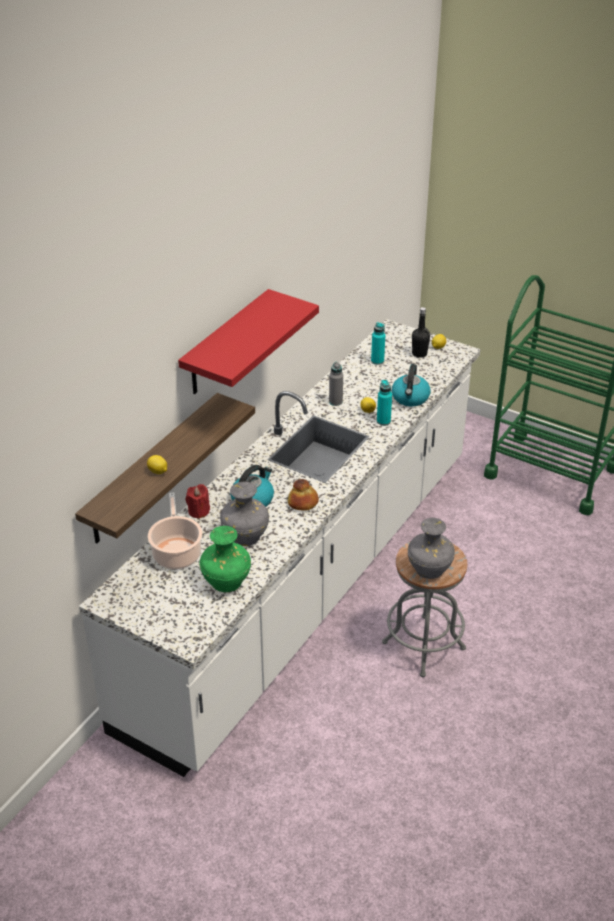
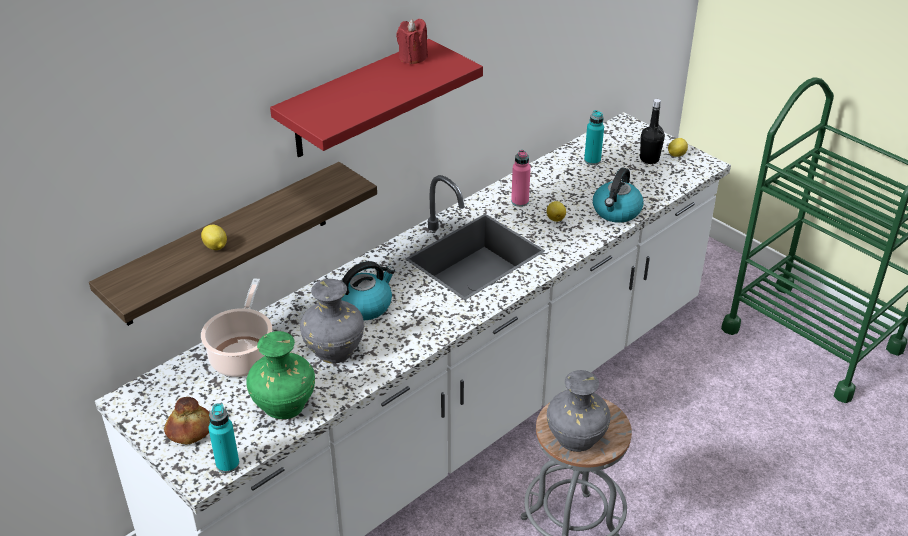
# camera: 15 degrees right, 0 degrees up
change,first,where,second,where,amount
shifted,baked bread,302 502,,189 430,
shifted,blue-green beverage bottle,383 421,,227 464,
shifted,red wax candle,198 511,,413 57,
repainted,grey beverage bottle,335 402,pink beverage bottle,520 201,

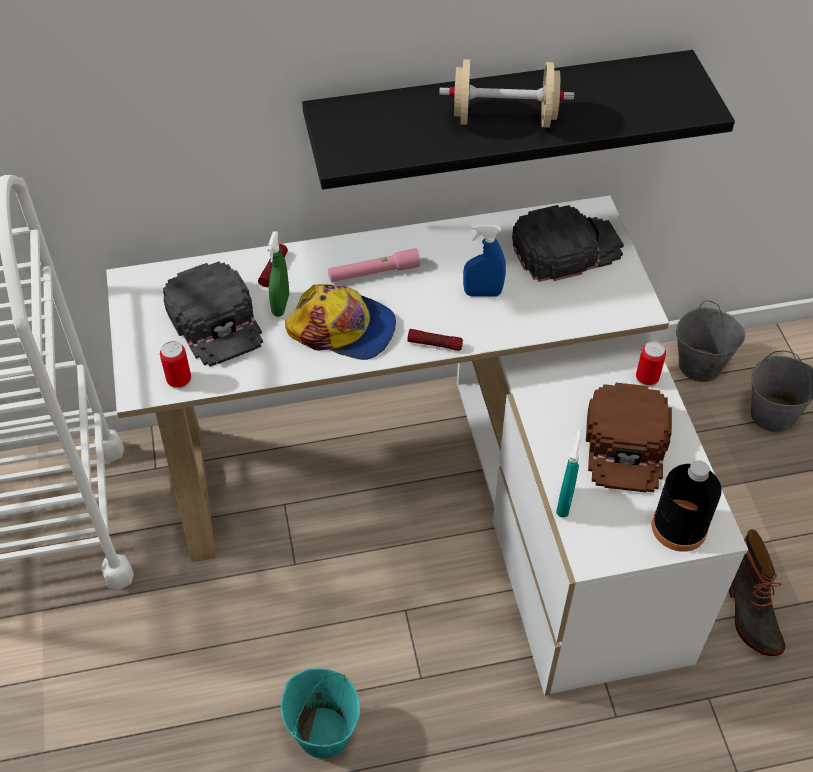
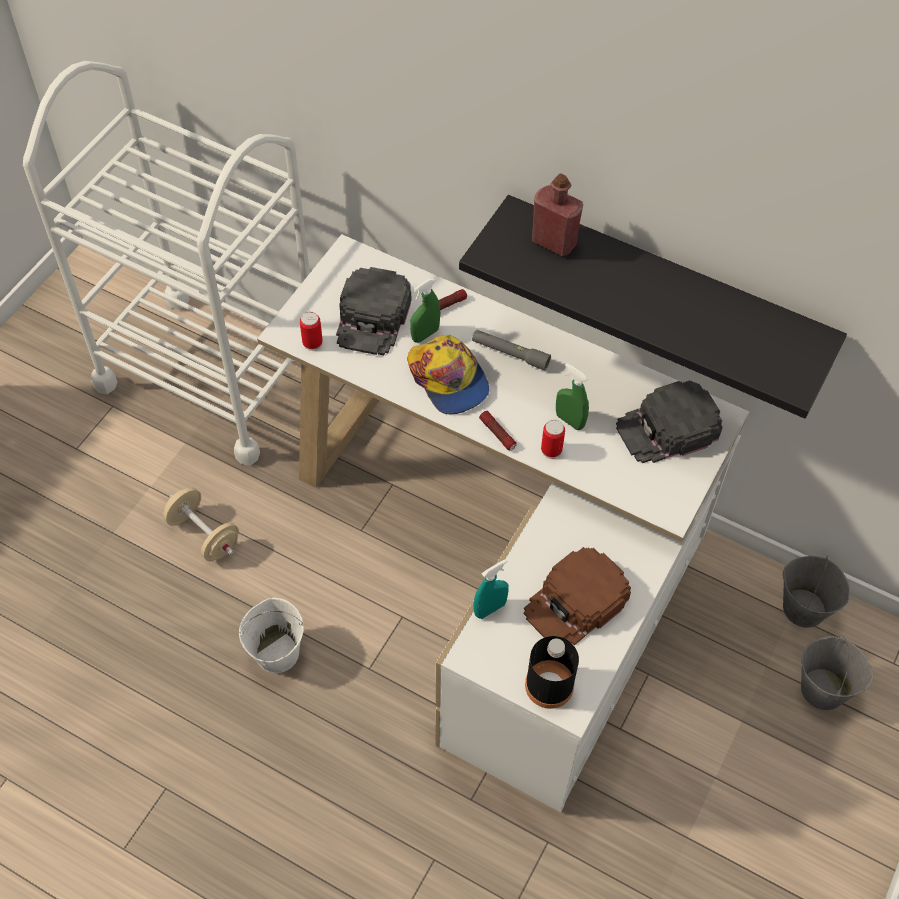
# camera: 40 degrees right, 5 degrees up
change,first,where,second,where,amount
shifted,beige-coloured hand weight,504 118,,204 535,
repainted,blue-green bucket,323 732,white bucket,277 652,
repainted,pink torch,373 272,grey torch,510 353,
new,,,red beverage bottle,554 242,
shifted,sealed can,647 378,,551 450,
repainted,blue hand sprayer,482 293,green-coloured hand sprayer,569 420,
rotated,blackish cap,566 248,,667 429,135 degrees clockwise
gone,high-top boot,749 611,,,

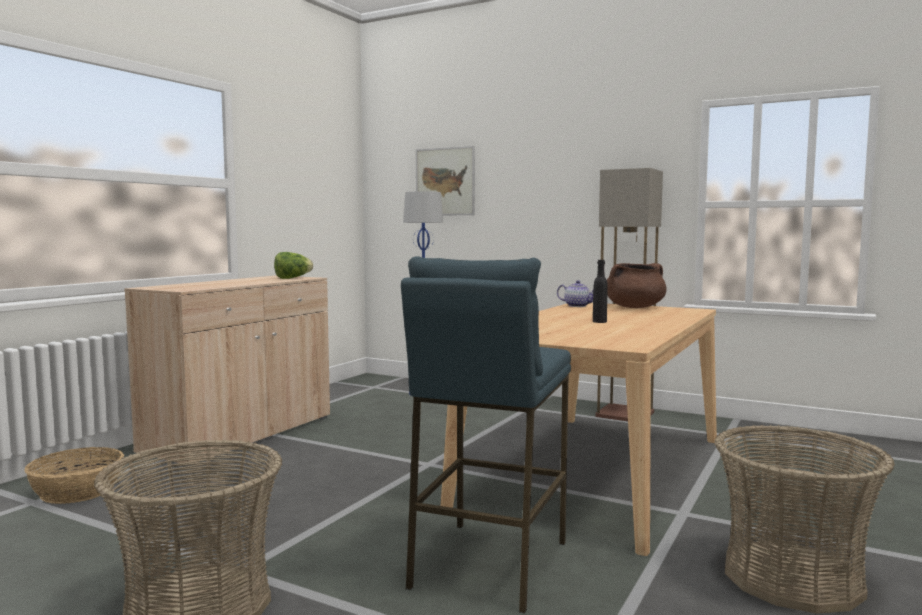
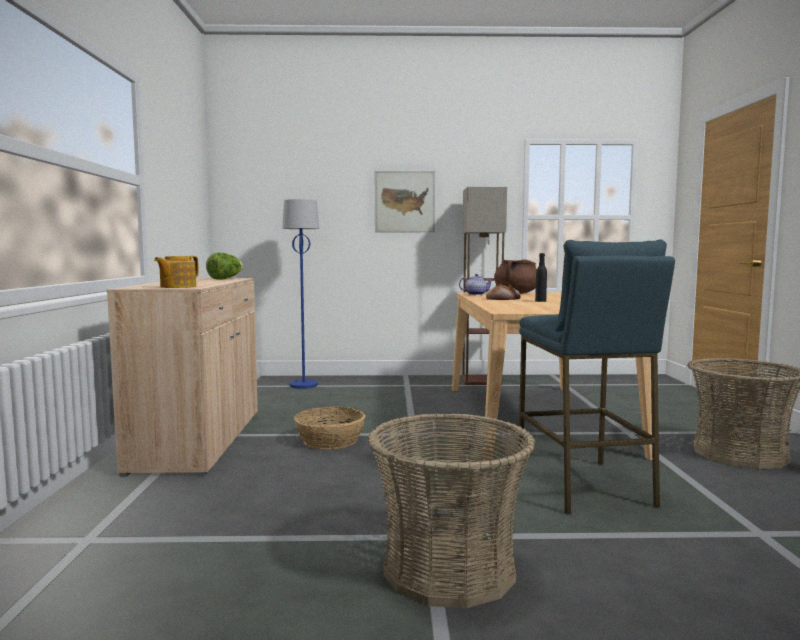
# camera: 30 degrees left, 0 degrees up
change,first,where,second,where,amount
new,,,pot for tea,177 287,
shifted,storage basket,77 491,,329 441,
shifted,wall art,445 181,,404 201,
new,,,baked bread,503 299,

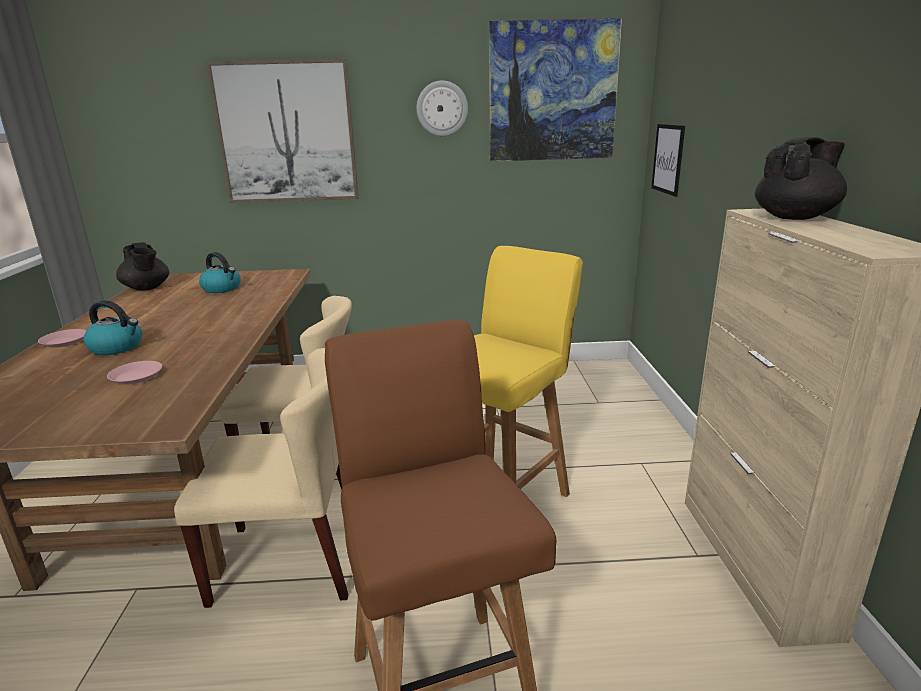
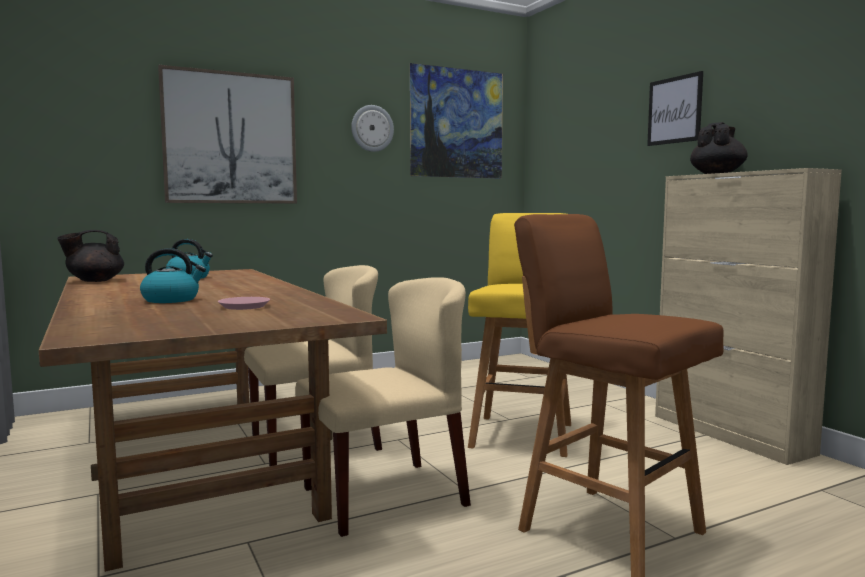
# camera: 25 degrees left, 15 degrees down
change,first,where,second,where,amount
rotated,blackish pot for tea,147 288,,94 281,120 degrees clockwise
shifted,wall art,668 159,,674 110,
gone,pink plate,64 341,,,

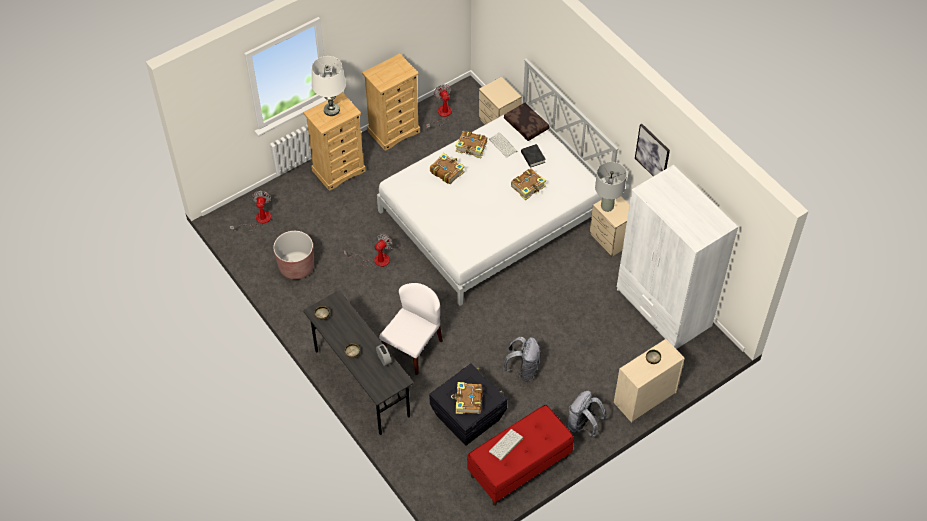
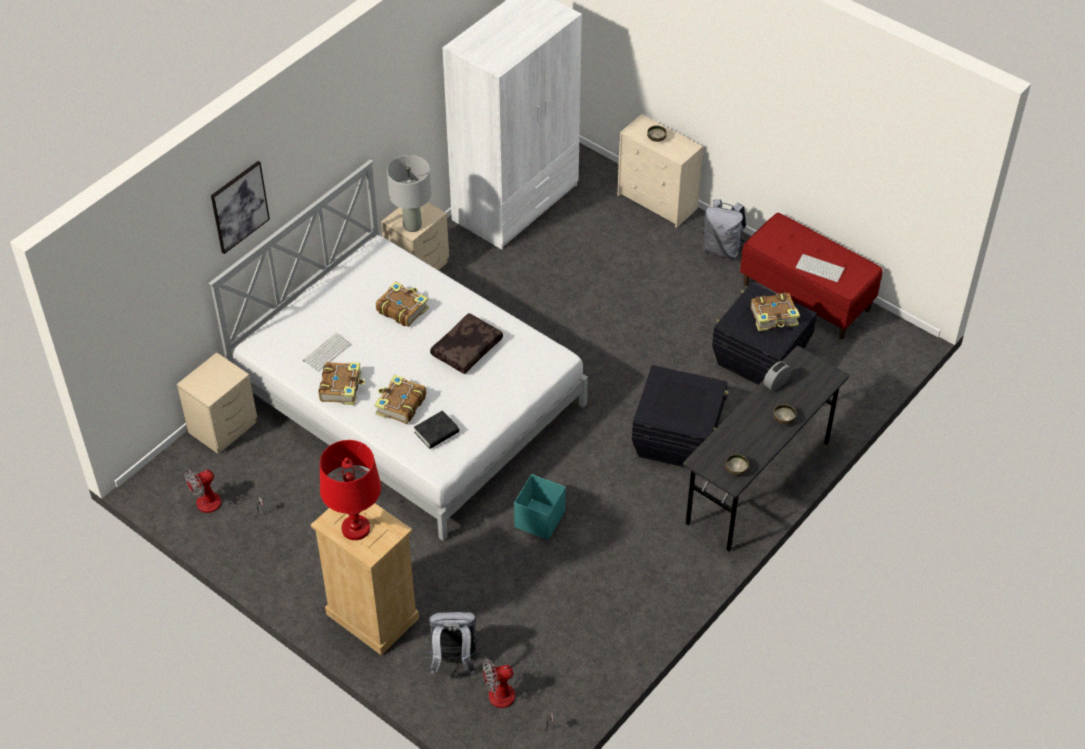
# camera: 105 degrees left, 5 degrees down
change,first,where,second,where,amount
shifted,wall art,652 153,,239 206,
repainted,white table lamp,331 110,red table lamp,355 528,
shifted,blackish bound book,533 157,,436 432,
shifted,grey backpack,523 370,,454 661,
shifted,brown-coloured throw pillow,527 125,,466 348,
swapped,fan,375 260,blue-green storage bin,539 520,
swapped,white upright chair,413 348,blackish storage bin,678 439,
gone,brown-coloured flower pot,296 267,,,
gone,beige-coloured chest of drawers,394 131,,,

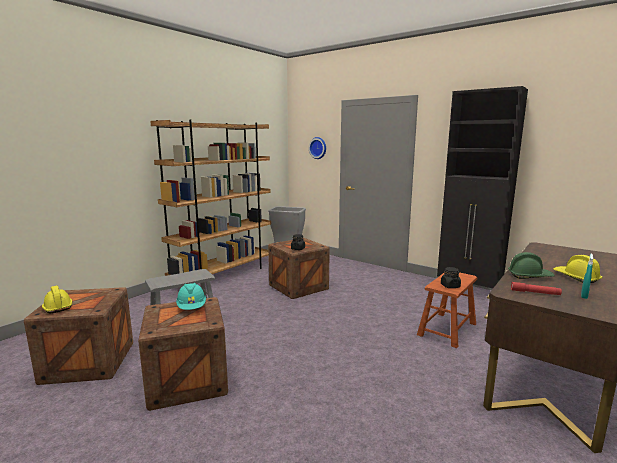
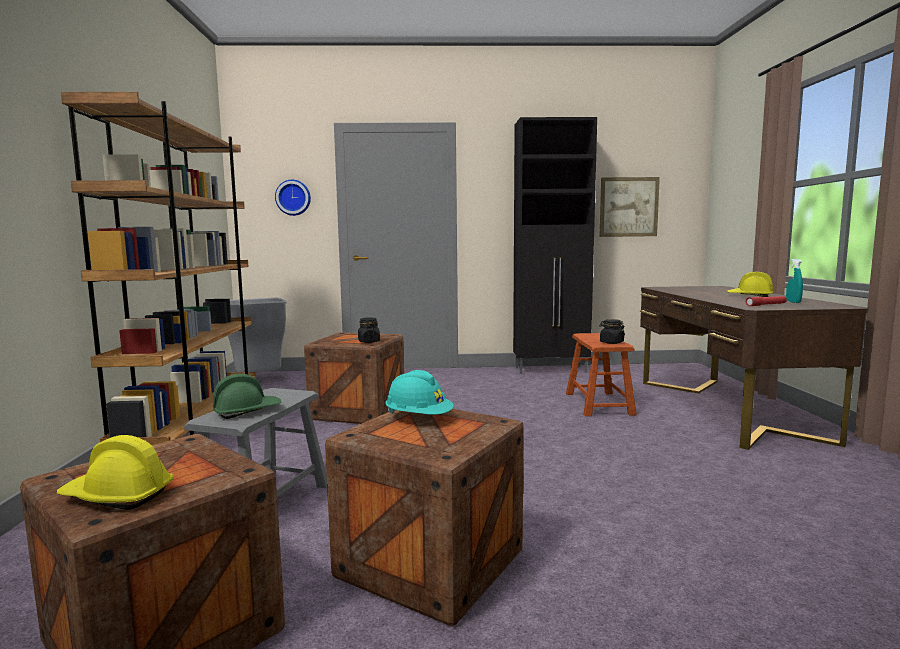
# camera: 40 degrees left, 5 degrees down
change,first,where,second,where,amount
shifted,green-coloured hard hat,529 276,,247 411,
new,,,wall art,628 207,

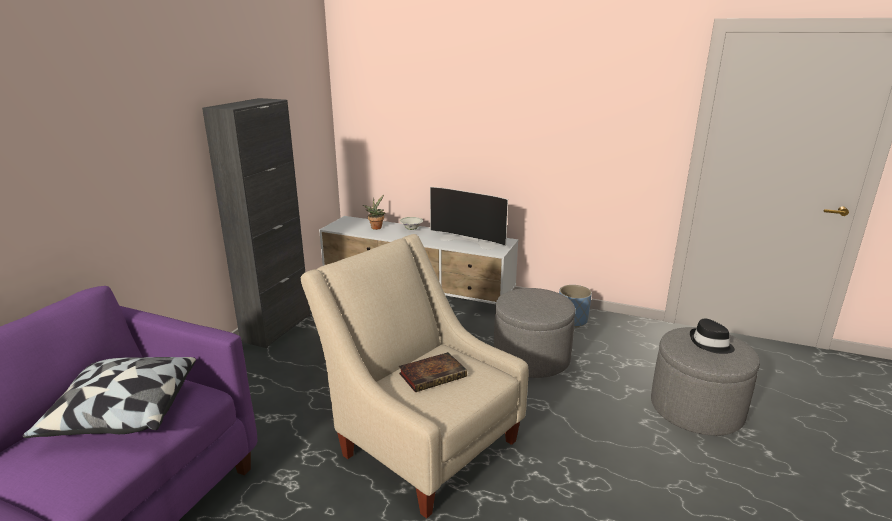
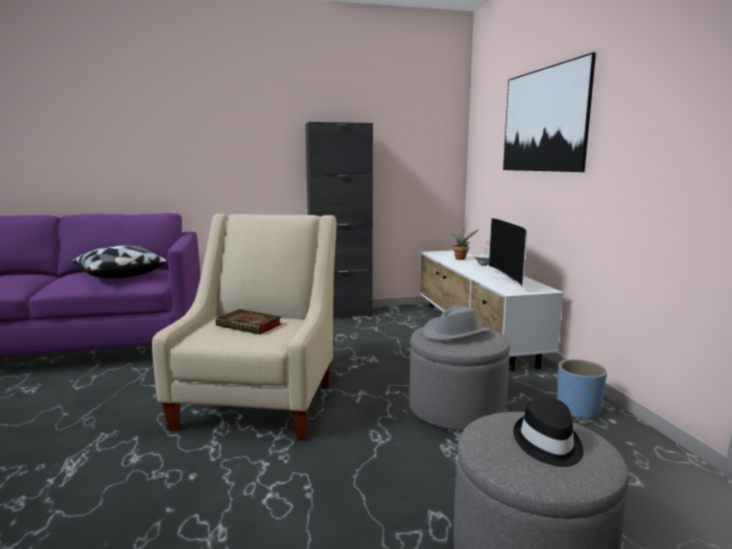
# camera: 55 degrees right, 10 degrees down
change,first,where,second,where,amount
new,,,grey hat,455 333,
new,,,wall art,543 120,

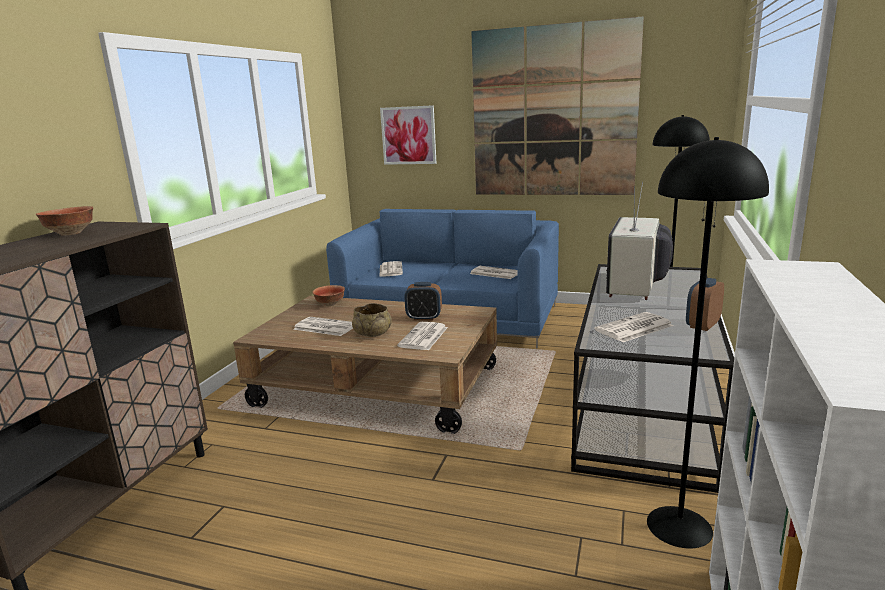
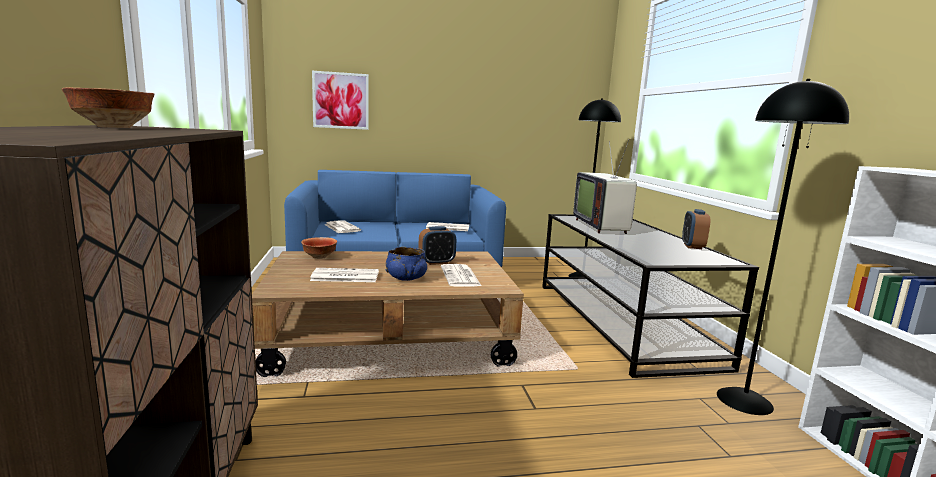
# camera: 30 degrees left, 5 degrees down
change,first,where,second,where,amount
repainted,beige-coloured serving bowl,373 334,blue serving bowl,406 278,
gone,wall art,553 112,,,
gone,printed paper,633 328,,,

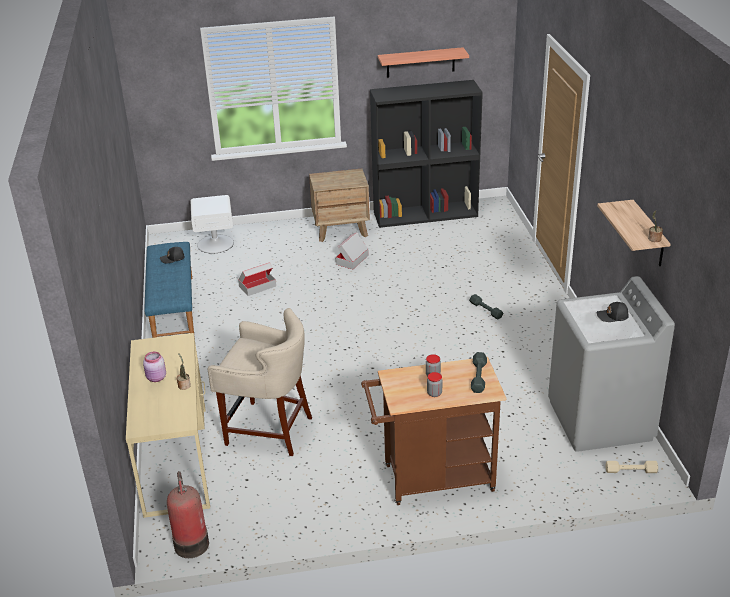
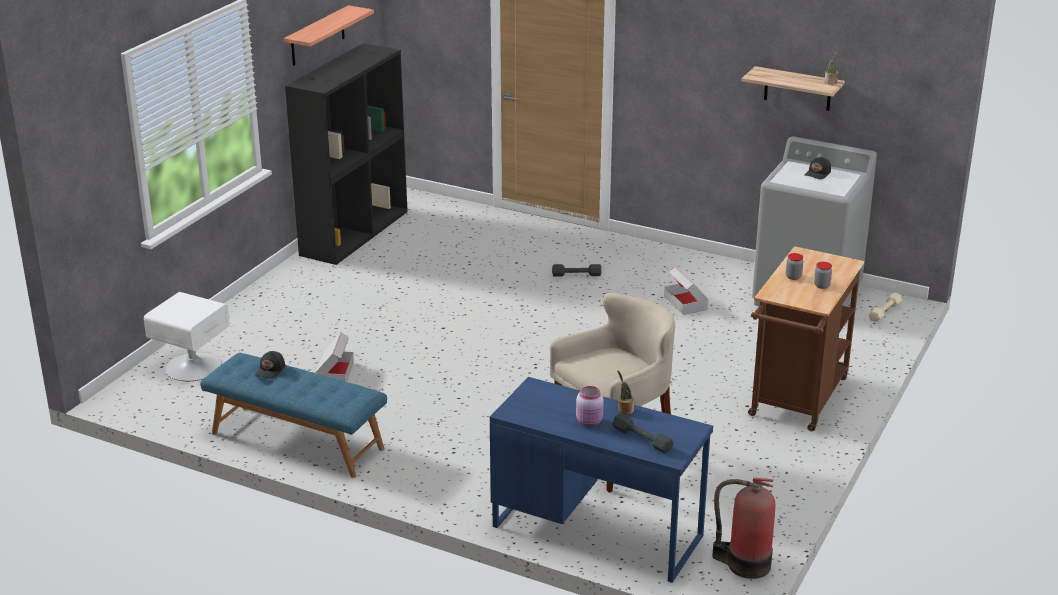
# camera: 55 degrees left, 5 degrees down
change,first,where,second,where,amount
repainted,beige-coloured desk table,177 459,blue desk table,597 530,
shifted,grey hand weight,478 376,,642 439,
shifted,cardboard box,352 260,,685 303,
gone,brown-coloured night table,341 230,,,

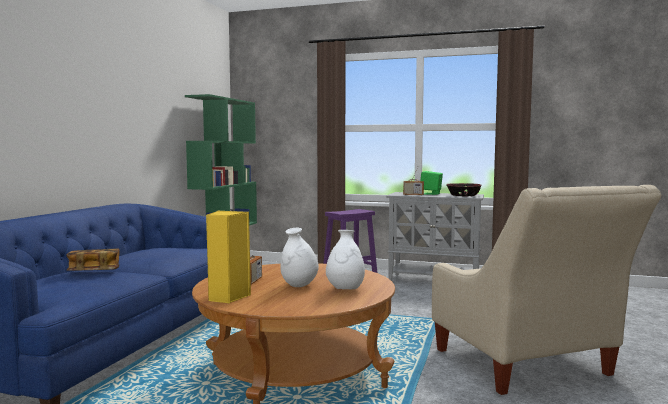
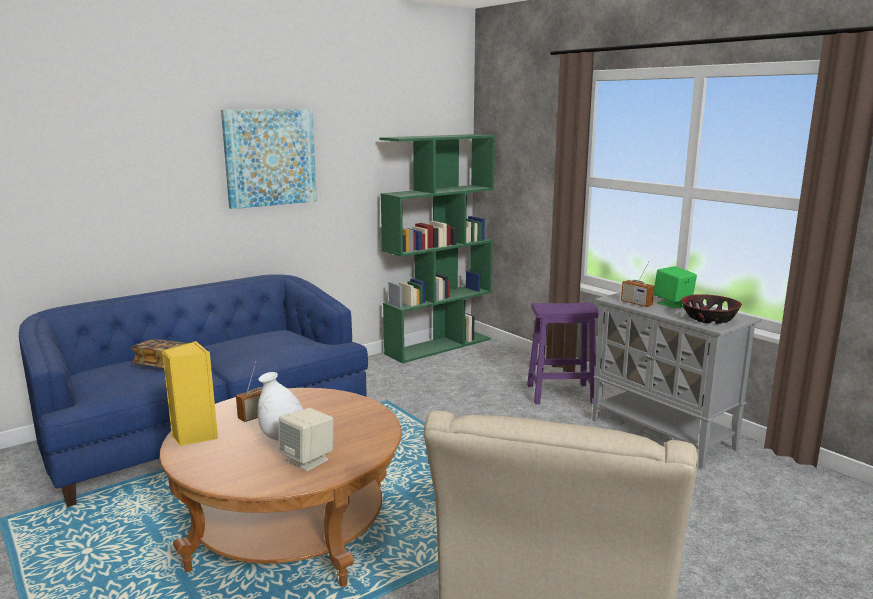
# camera: 35 degrees right, 10 degrees up
change,first,where,second,where,amount
new,,,wall art,270 157,
swapped,white vase,345 290,beige-coloured loudspeaker,308 460,

